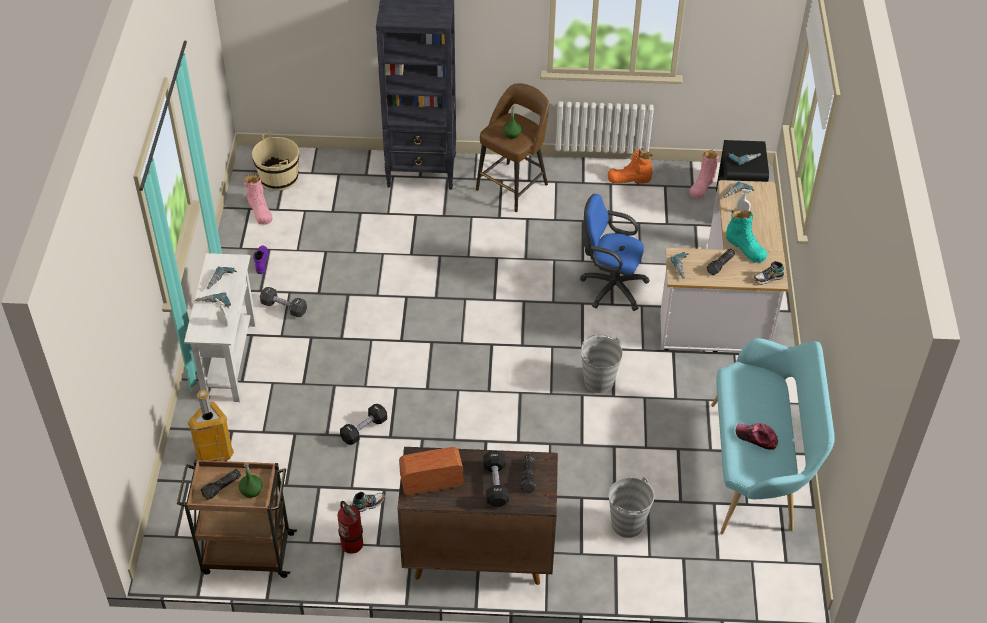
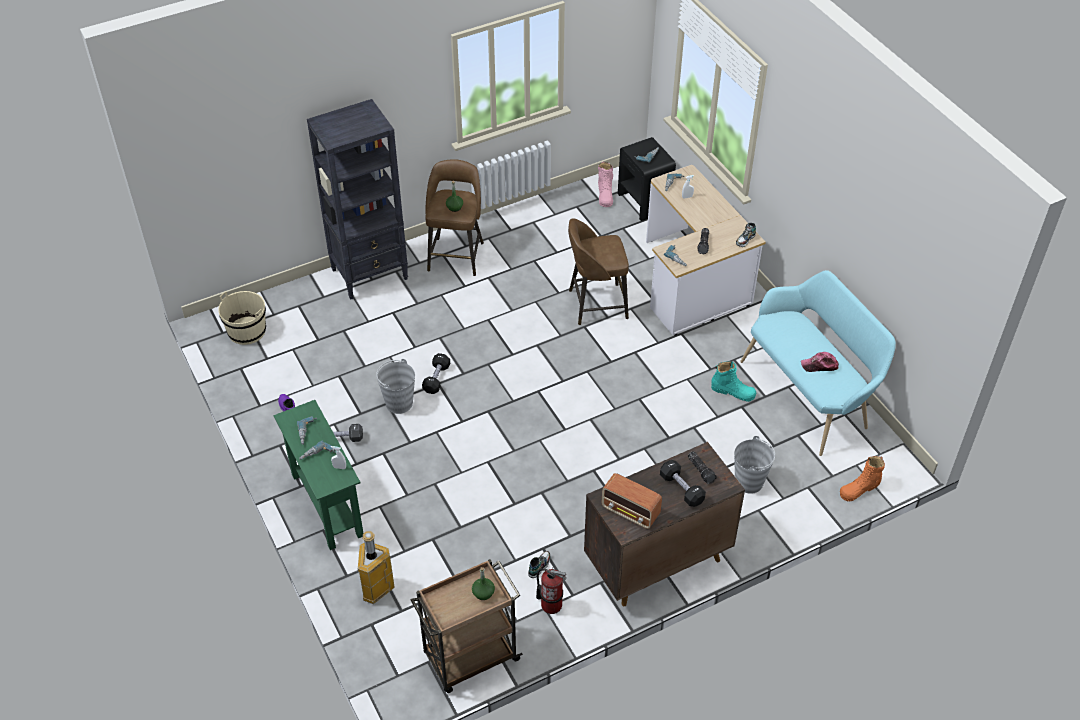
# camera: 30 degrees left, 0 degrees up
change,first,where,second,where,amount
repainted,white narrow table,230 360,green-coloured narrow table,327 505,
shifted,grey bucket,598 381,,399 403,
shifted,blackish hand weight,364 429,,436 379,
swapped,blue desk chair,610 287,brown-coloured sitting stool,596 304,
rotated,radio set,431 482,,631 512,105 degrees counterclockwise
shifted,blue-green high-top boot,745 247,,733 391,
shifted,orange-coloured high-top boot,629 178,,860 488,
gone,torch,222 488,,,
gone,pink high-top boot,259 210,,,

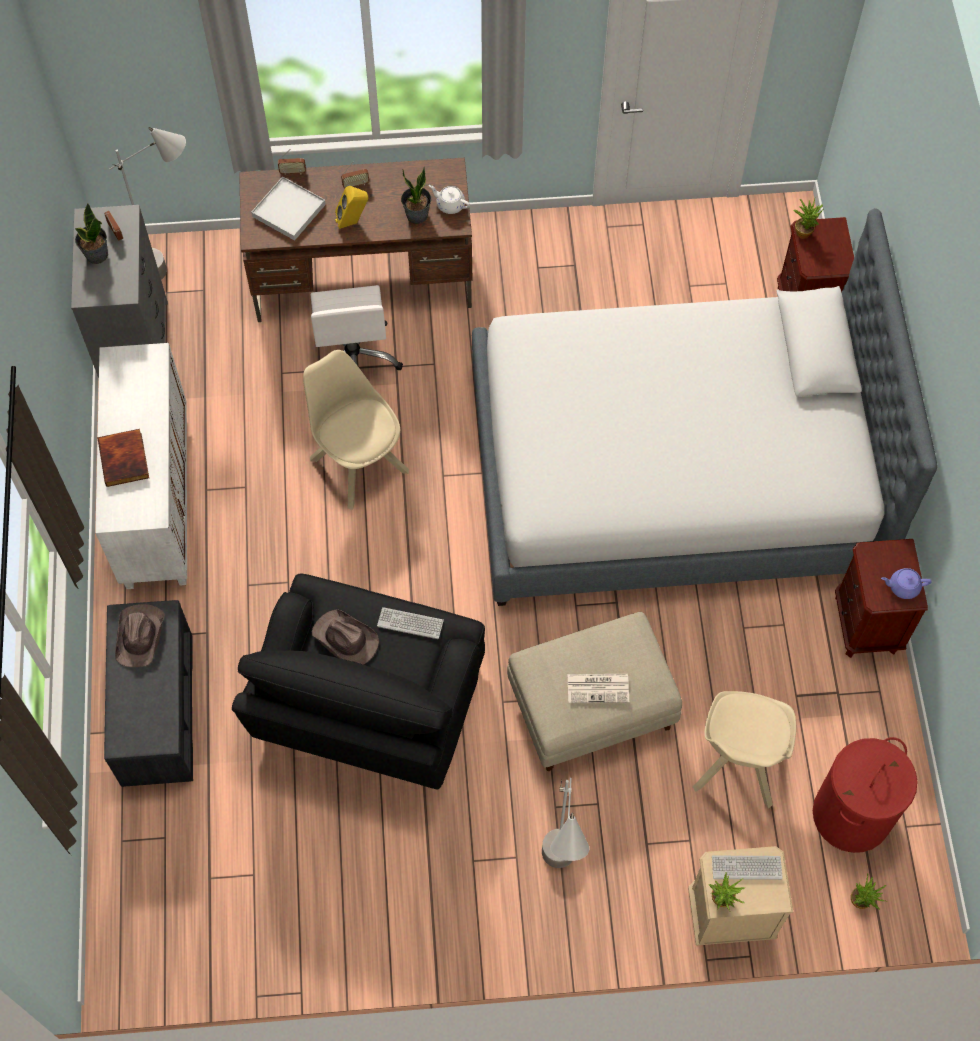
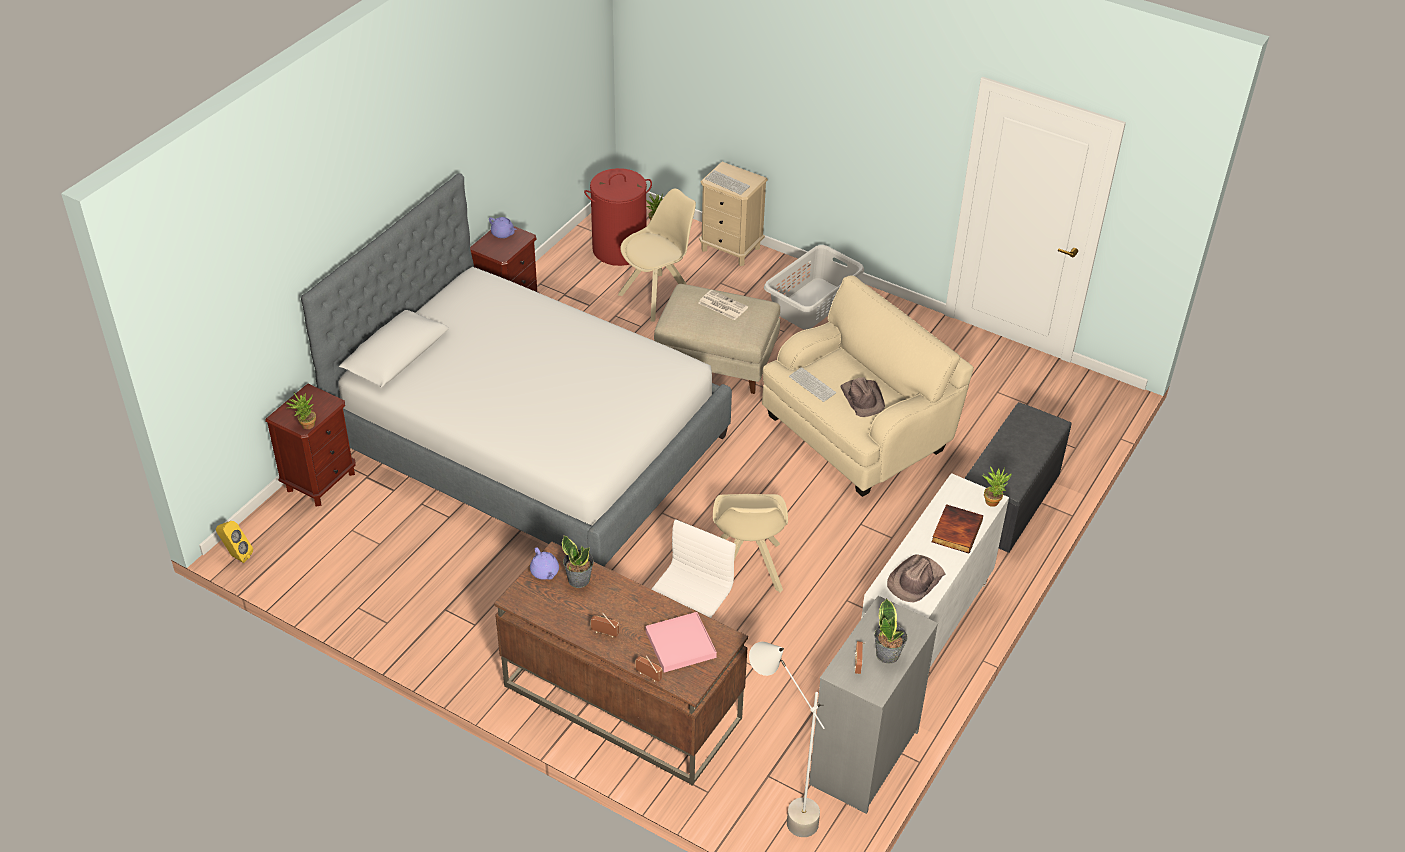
# camera: 145 degrees left, 20 degrees down
change,first,where,second,where,amount
shifted,yellow loudspeaker,353 222,,236 556,
repainted,white pot for tea,450 204,purple pot for tea,545 572,
repainted,white serving tray,288 210,pink serving tray,680 644,
repainted,blackish armchair,368 705,beige-coloured armchair,859 431,
swapped,grey standing lamp,559 879,grey washing basket,811 304,
shifted,brown-coloured hat,140 635,,915 581,
shifted,plant in a pot,722 902,,993 500,

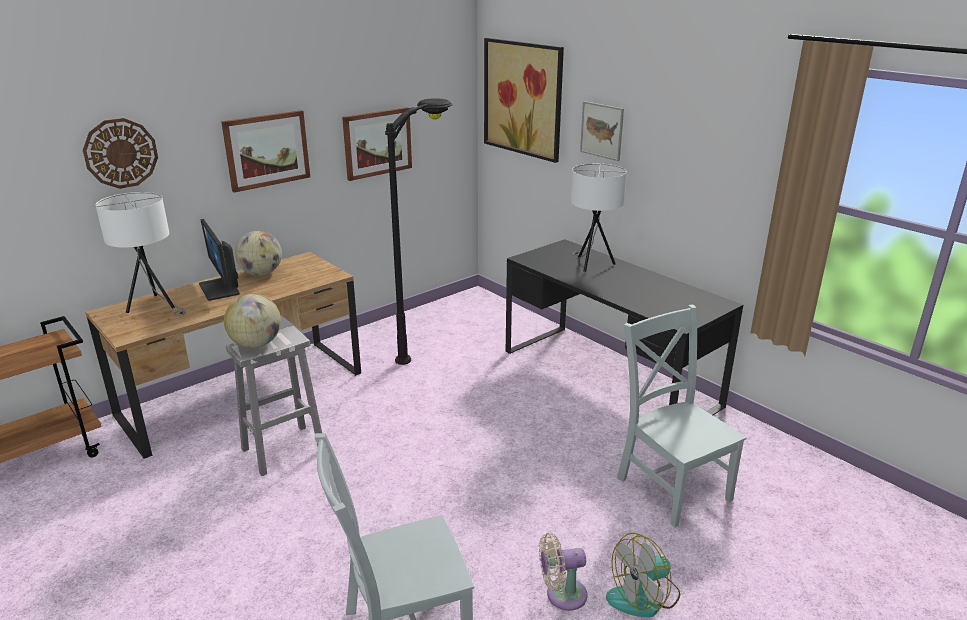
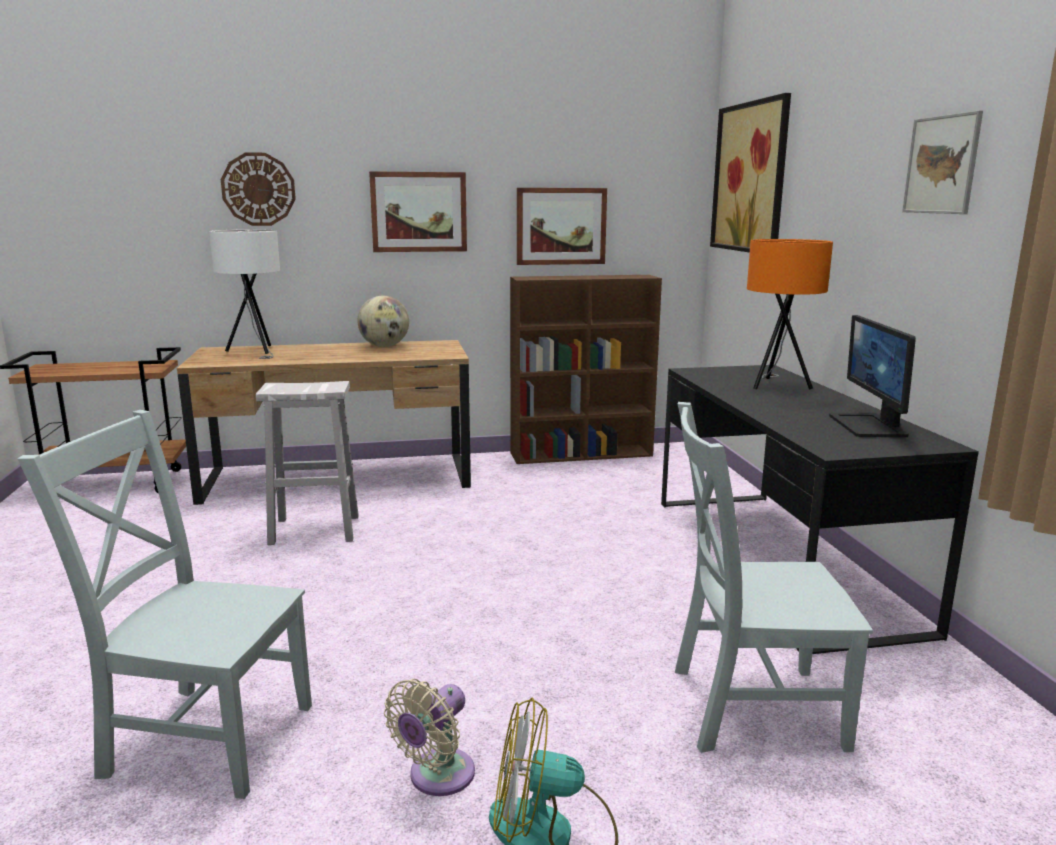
# camera: 30 degrees right, 10 degrees down
change,first,where,second,where,amount
rotated,beige-coloured fan,562 595,,437 777,75 degrees counterclockwise
new,,,brown-coloured bookcase,582 454,
rotated,grey upright chair,671 485,,748 707,90 degrees counterclockwise
repainted,white table lamp,591 264,orange-coloured table lamp,777 386,
shifted,computer display,220 289,,869 426,
shifted,wall art,602 130,,941 165,
gone,desk globe,256 344,,,
gone,blackish standing lamp,431 340,,,

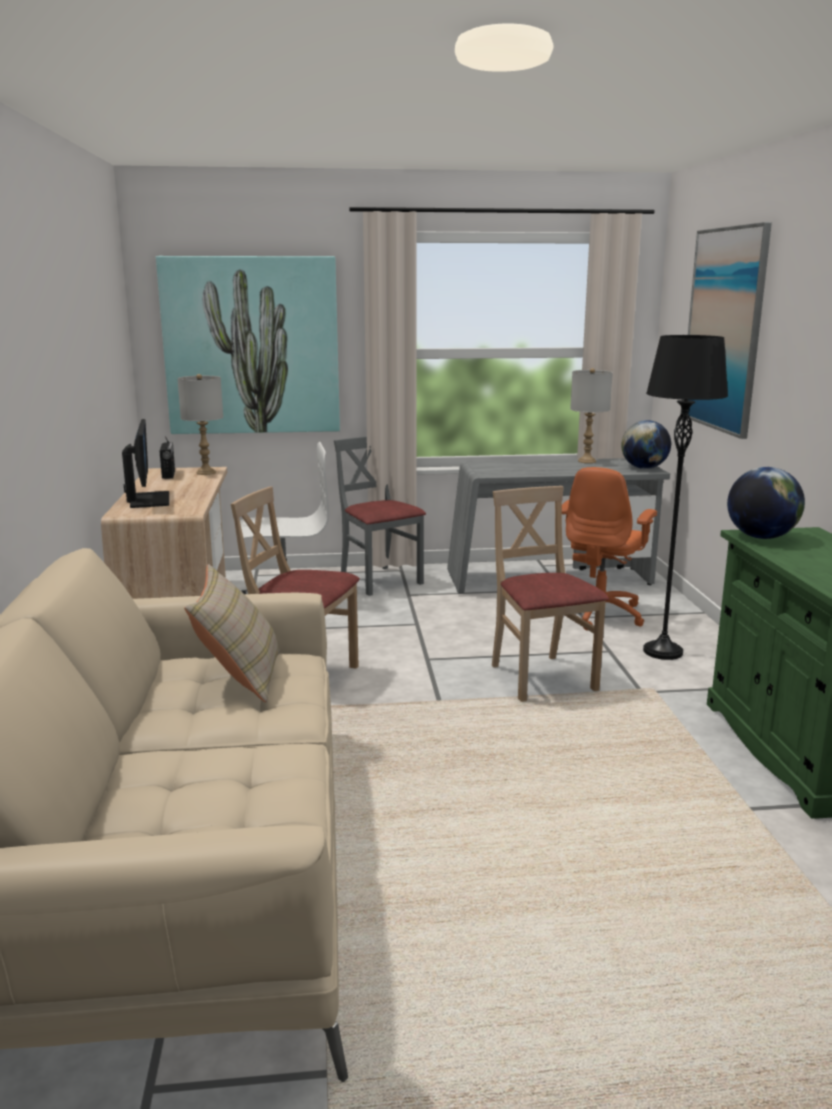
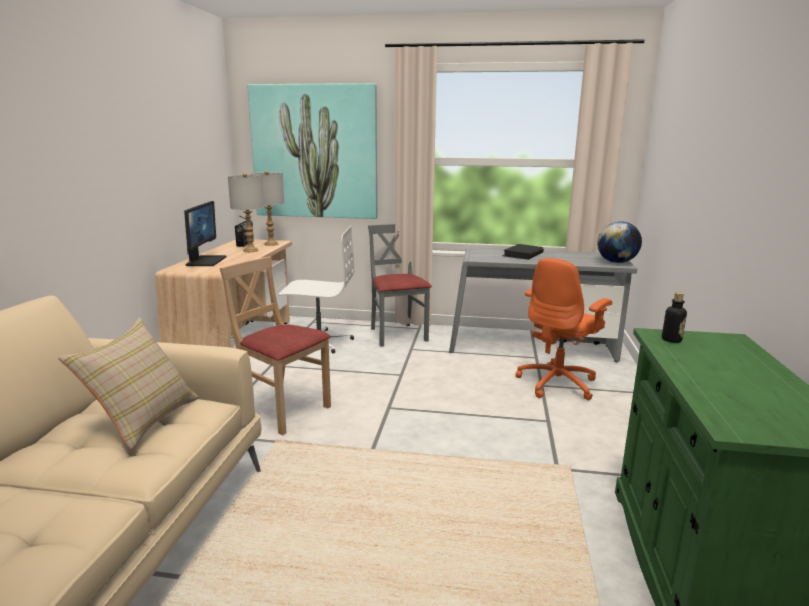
# camera: 15 degrees right, 0 degrees up
change,first,where,second,where,amount
shifted,grey table lamp,586 461,,250 250,
new,,,blackish bound book,523 254,
swapped,desk globe,761 537,beverage bottle,671 340,
gone,beige-coloured upright chair,541 678,,,
gone,blackish standing lamp,662 651,,,
gone,wall art,724 329,,,

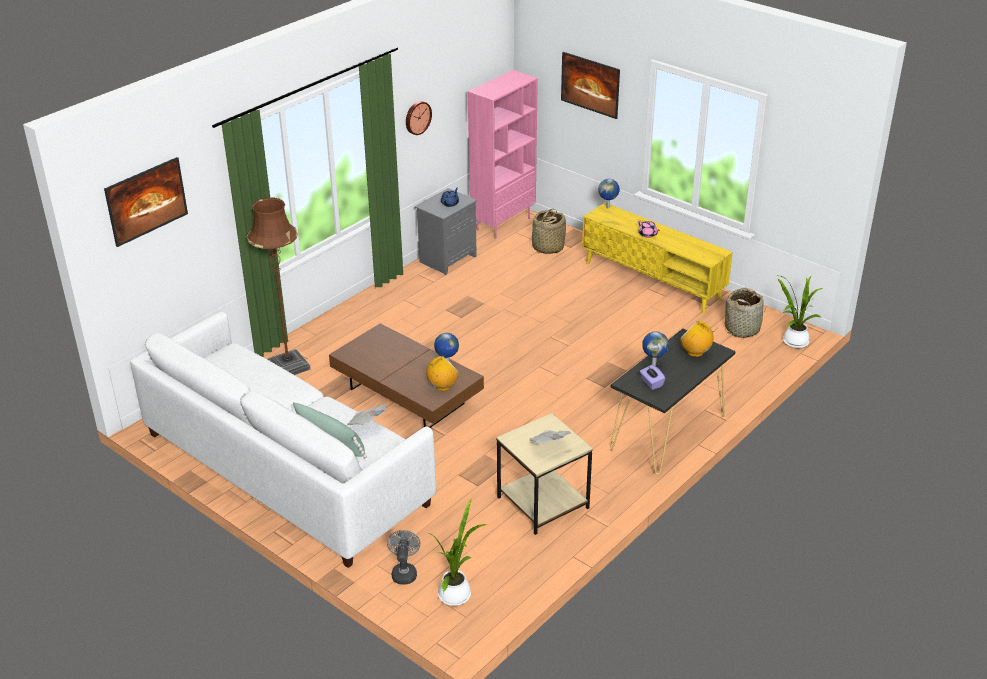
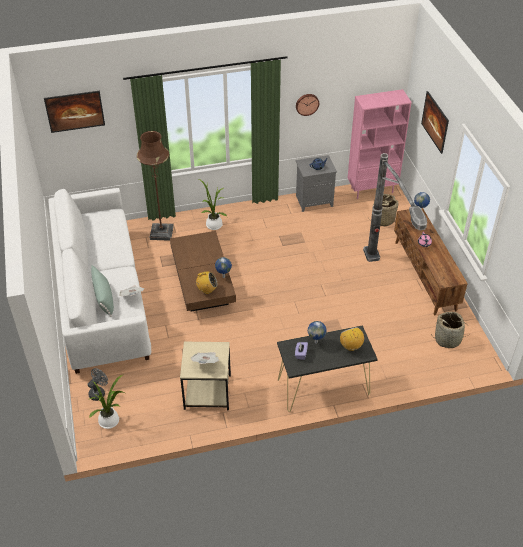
# camera: 35 degrees right, 10 degrees up
change,first,where,second,where,amount
shifted,plant in a pot,793 341,,213 224,
new,,,standing lamp,385 288,
repainted,yellow tv unit,653 281,brown-coloured tv unit,425 275,

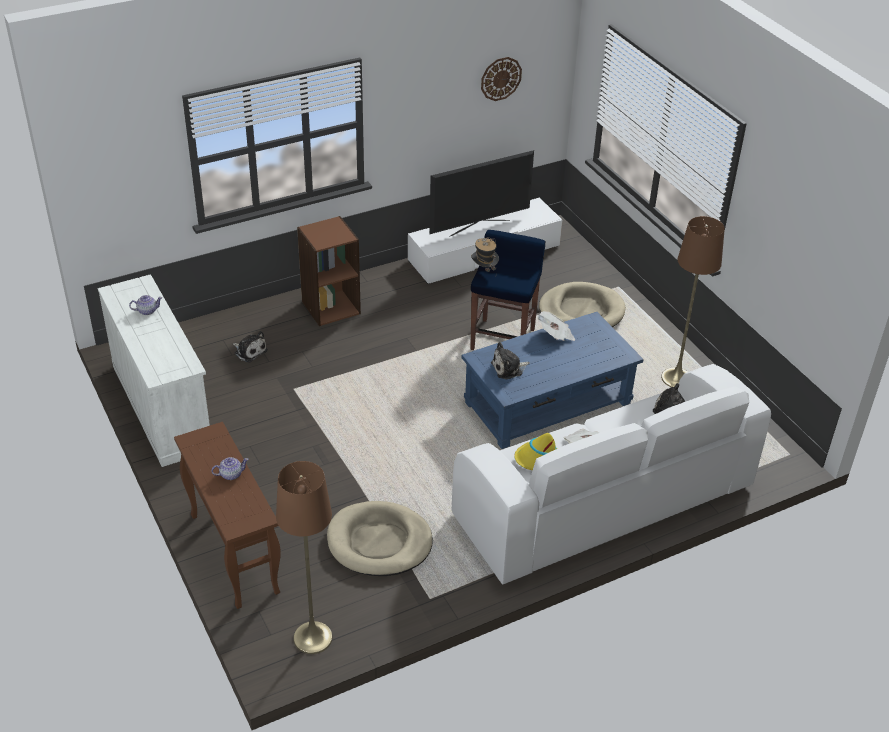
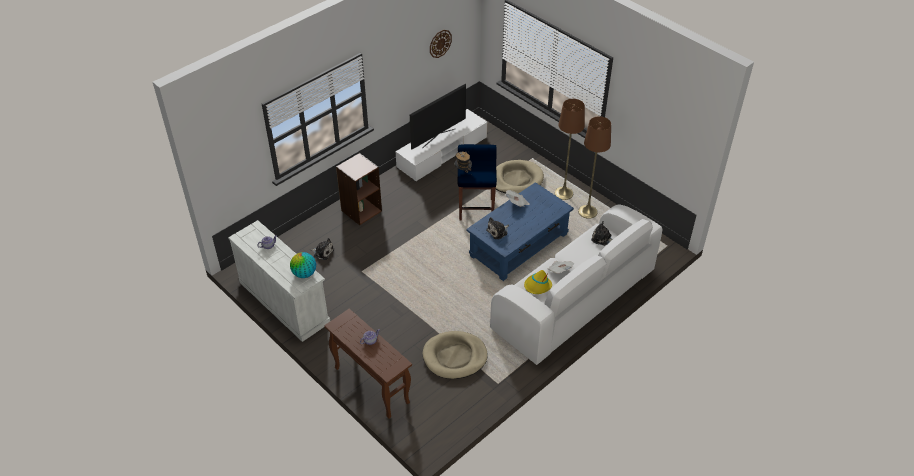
# camera: 15 degrees left, 5 degrees up
change,first,where,second,where,amount
new,,,desk globe,304 274,
shifted,brown-coloured standing lamp,312 638,,563 193,

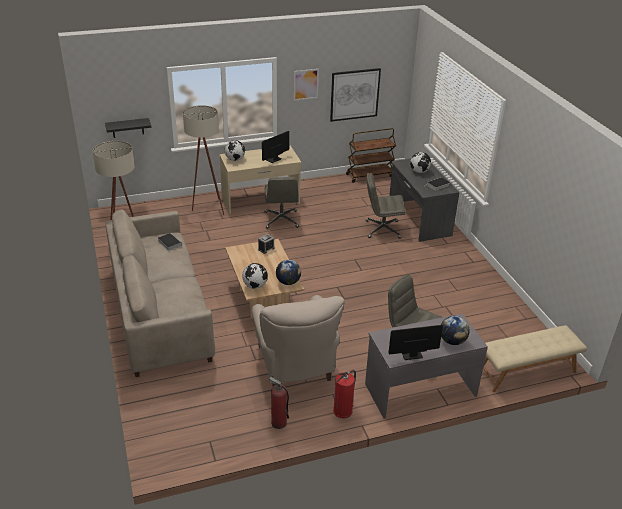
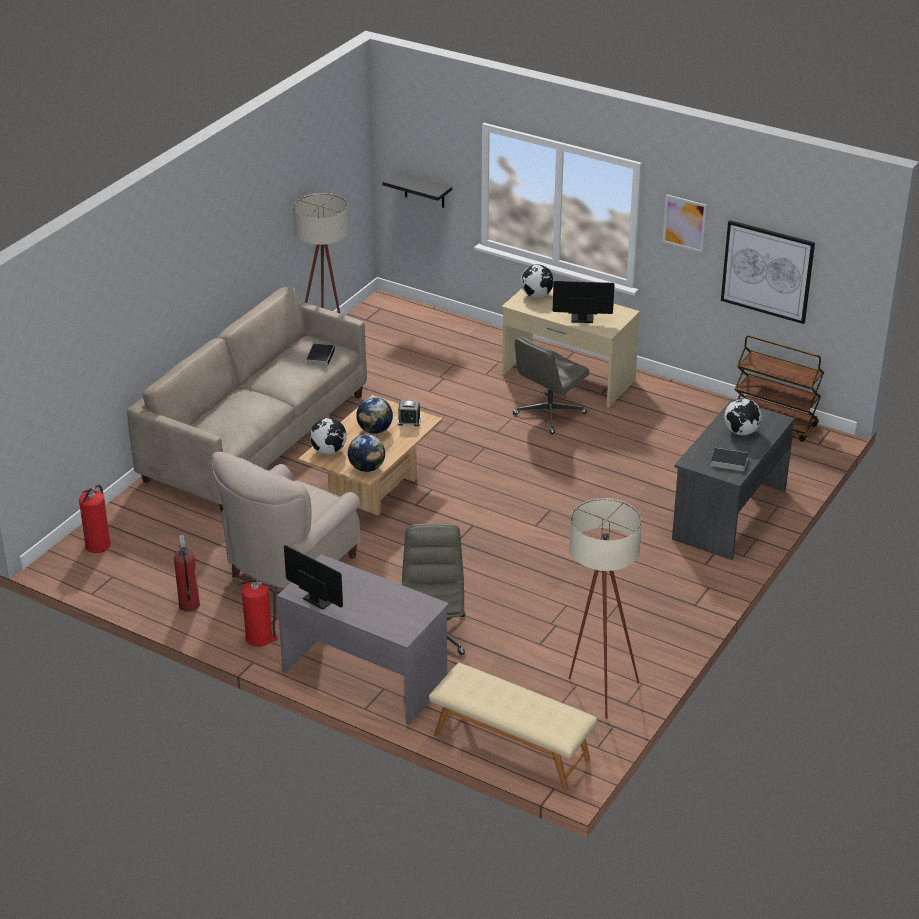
# camera: 50 degrees right, 0 degrees up
change,first,where,second,where,amount
new,,,fire-fighting cylinder,98 545,
shifted,desk globe,452 341,,375 430,
shifted,beige-coloured standing lamp,207 208,,597 689,
gone,grey desk chair,382 229,,,

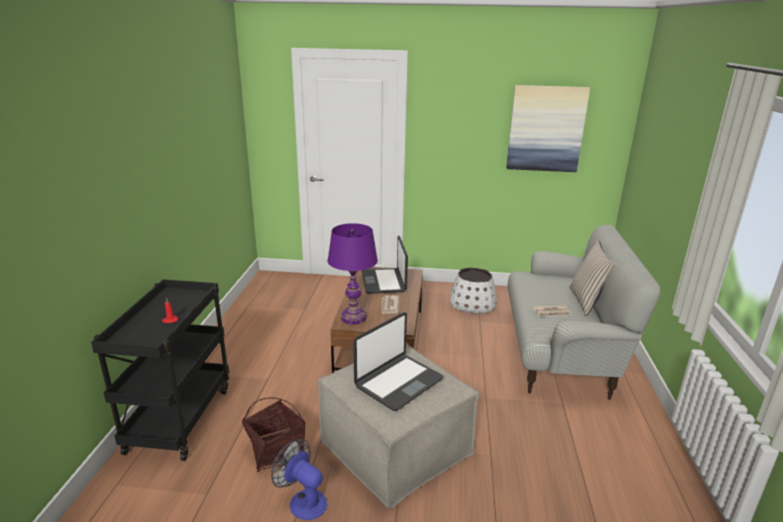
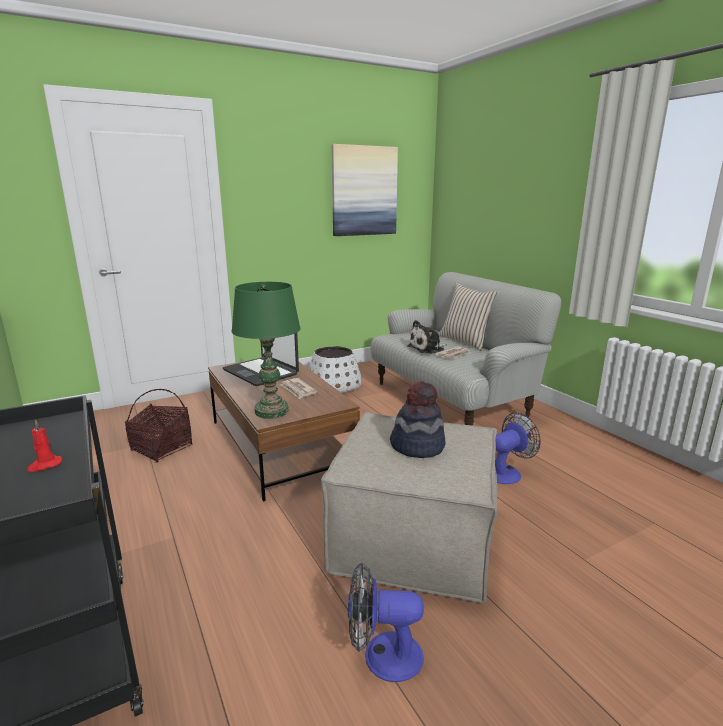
# camera: 35 degrees left, 5 degrees down
change,first,where,second,where,amount
shifted,storage basket,275 451,,161 448,
repainted,purple table lamp,353 318,green-coloured table lamp,271 411,
swapped,laptop,398 382,hat,417 446,
new,,,plush toy,428 348,
new,,,fan,507 472,

